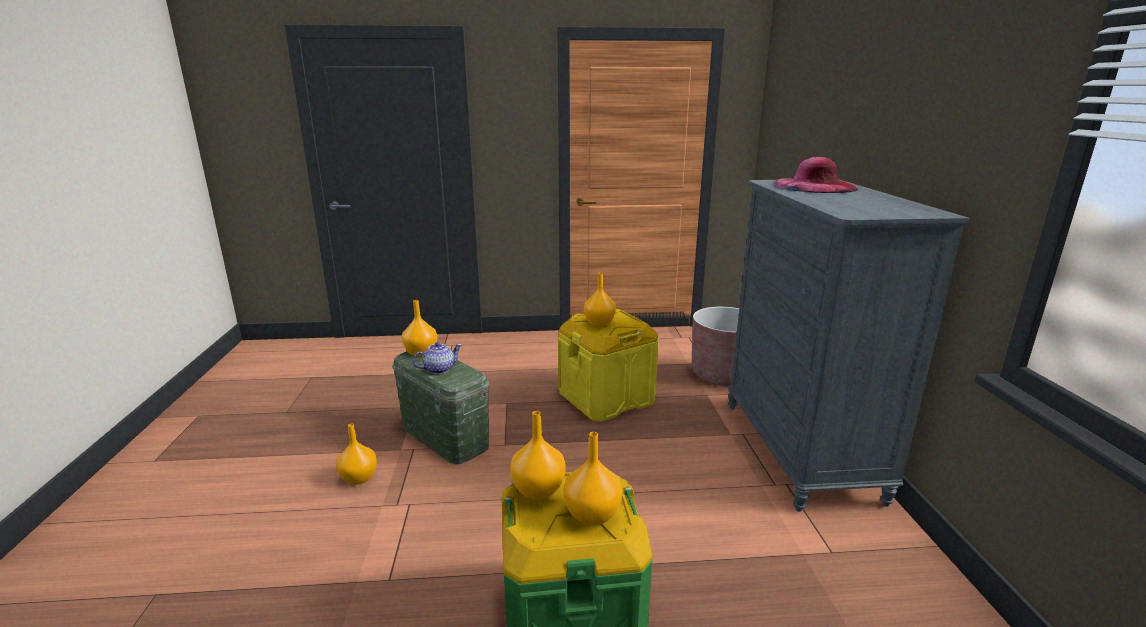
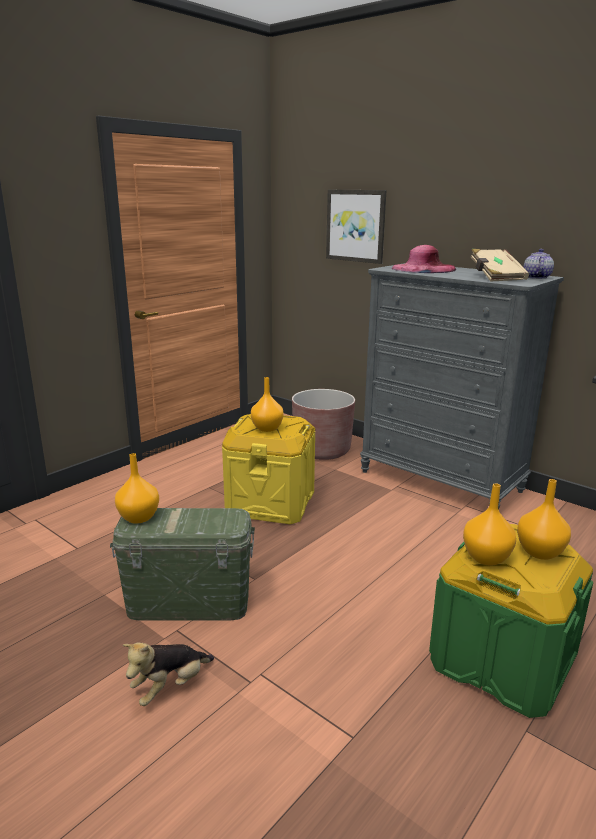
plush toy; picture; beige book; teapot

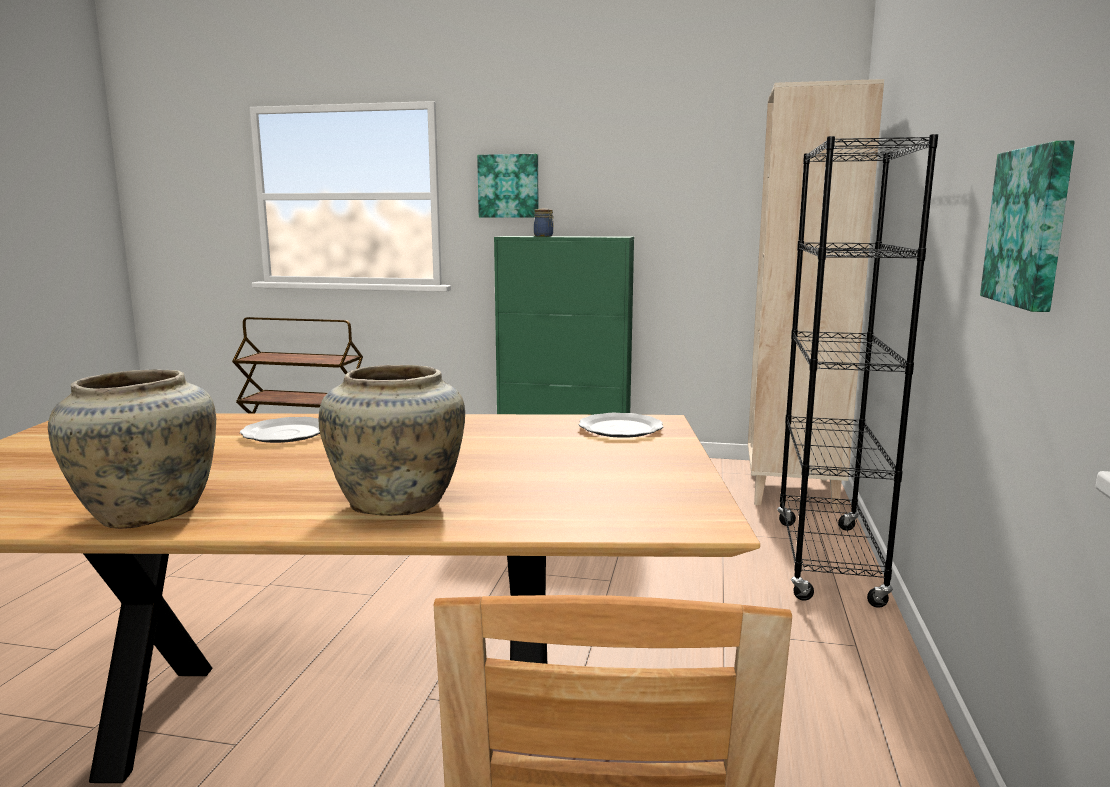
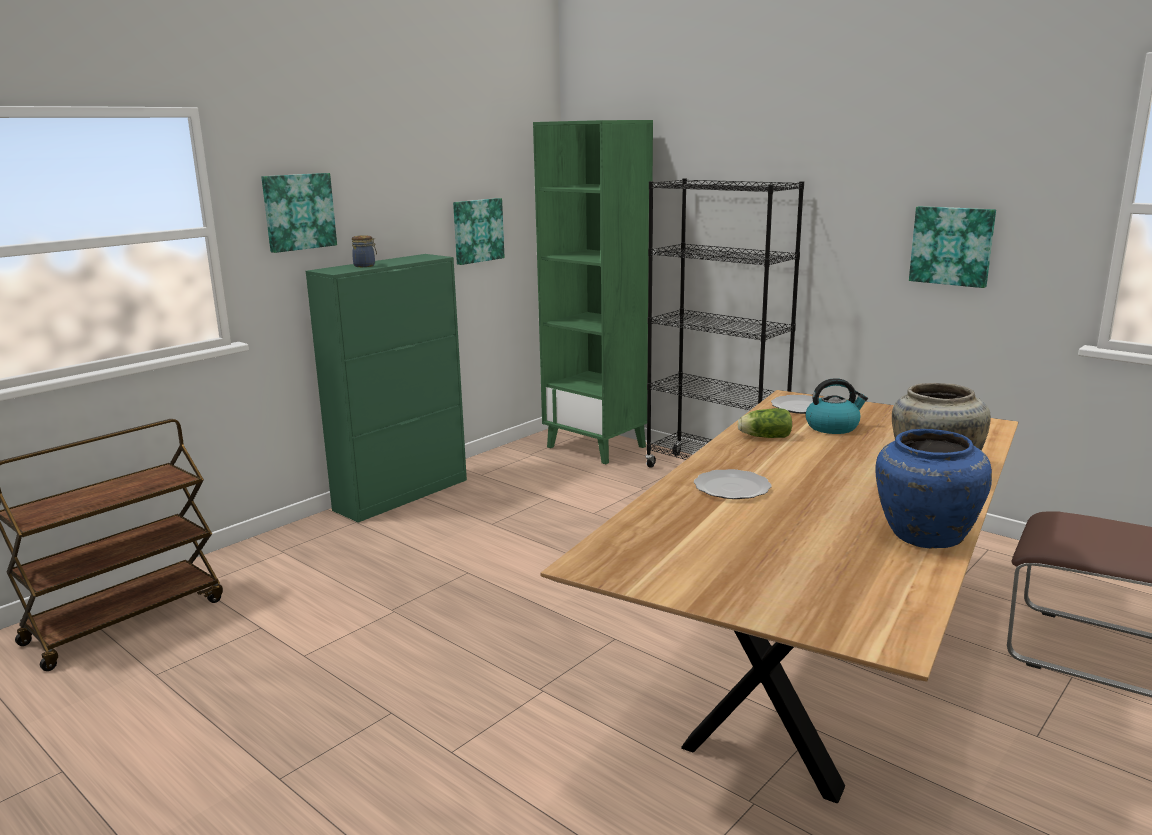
picture (no. 2 from left); green bookcase; lettuce; kettle; blue vase

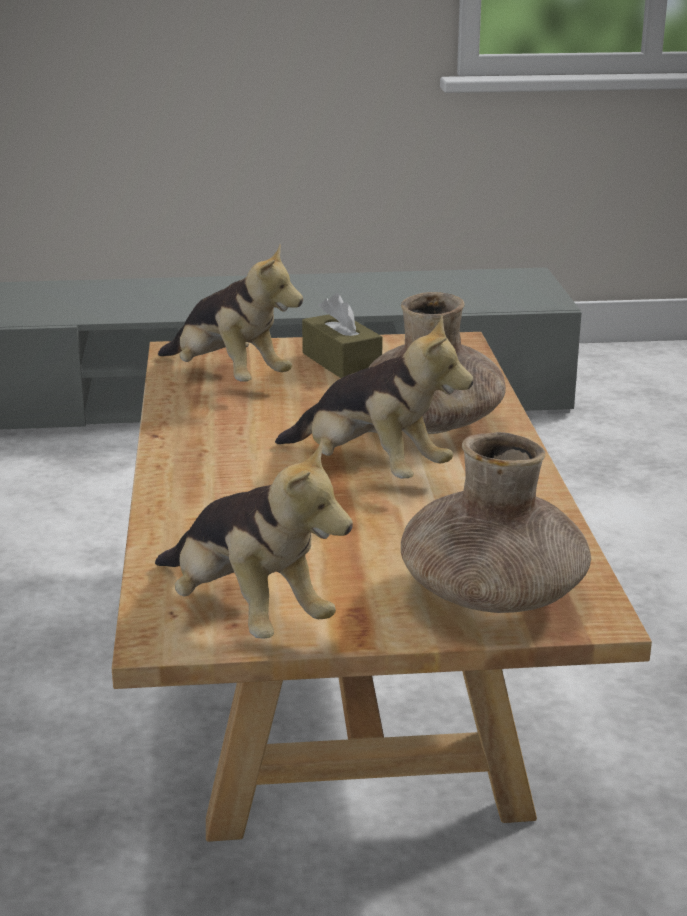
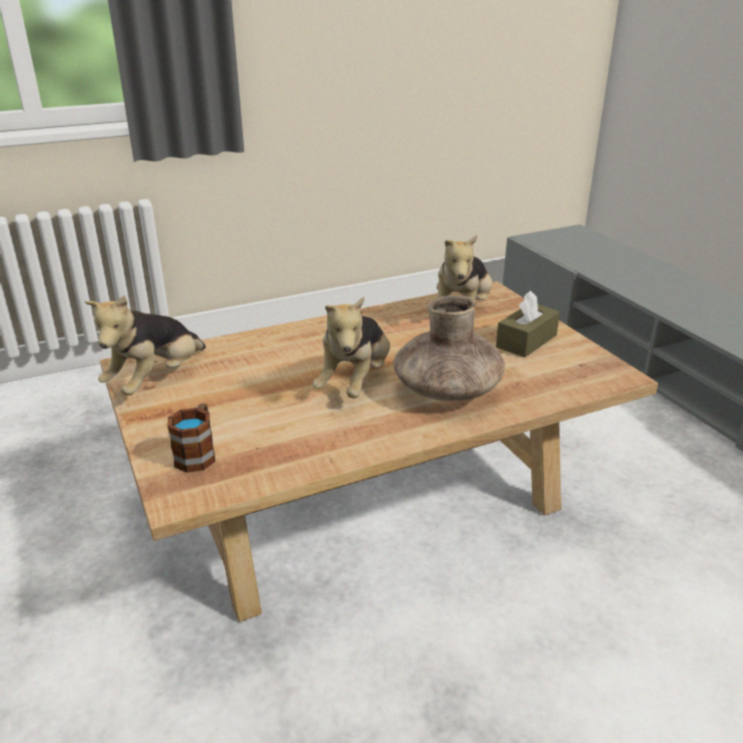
mug

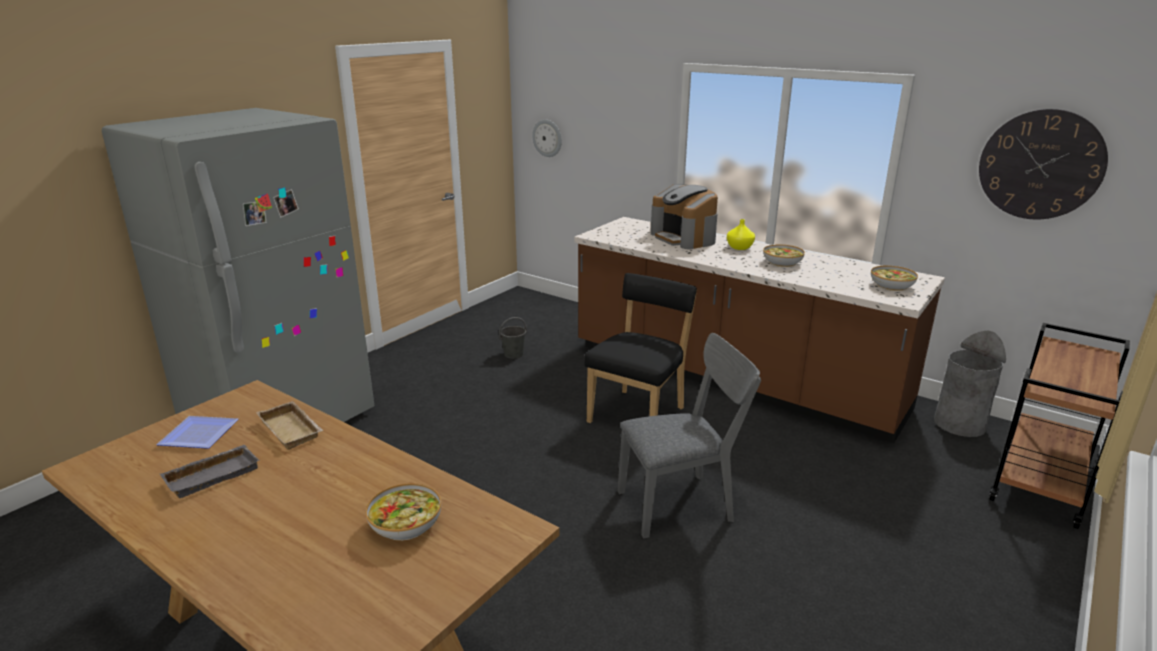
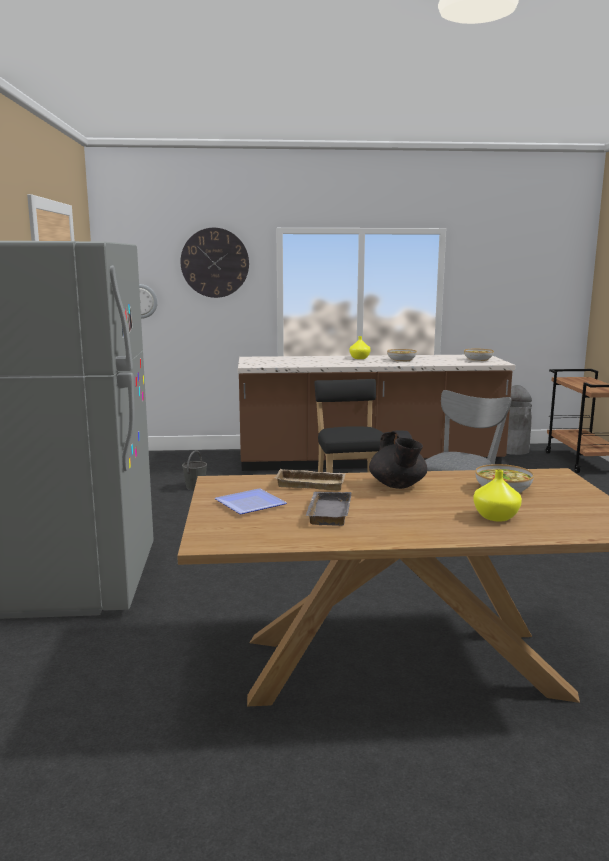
wall clock (no. 2 from left); black teapot; yellow vase (no. 2 from left); coffee machine

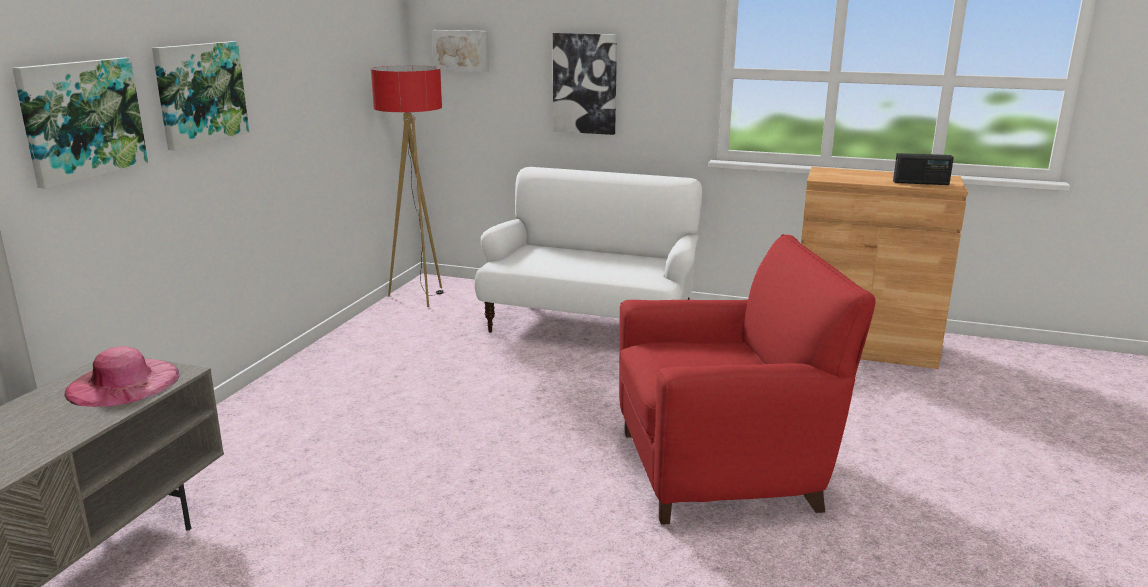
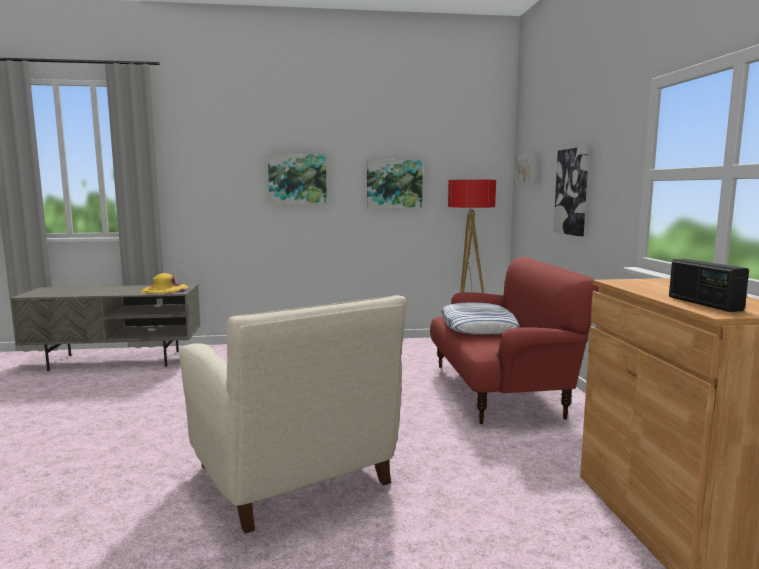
yellow hat; beige armchair; picture (no. 2 from left); red sofa; pillow

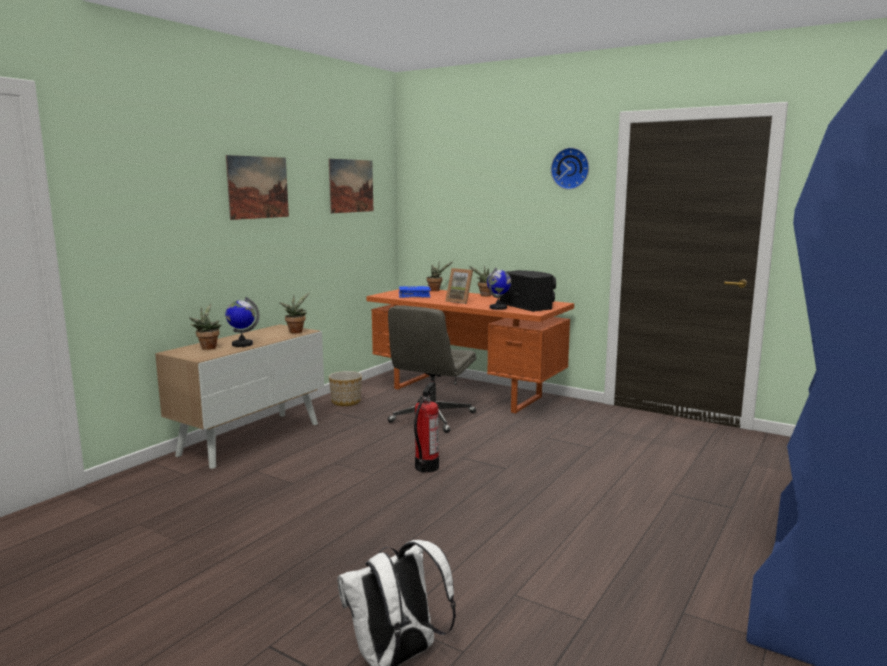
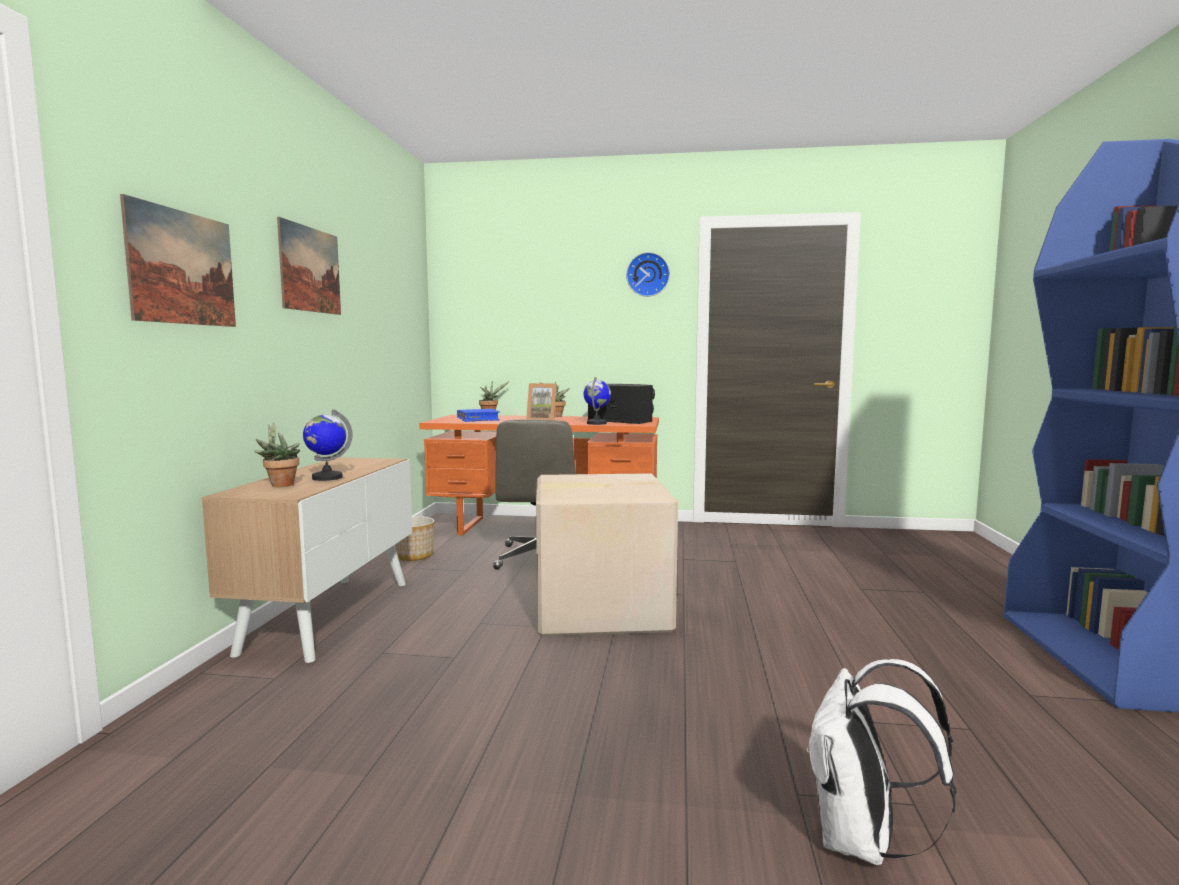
picture (no. 1 from left); cardboard box; potted plant (no. 2 from left in the first image)

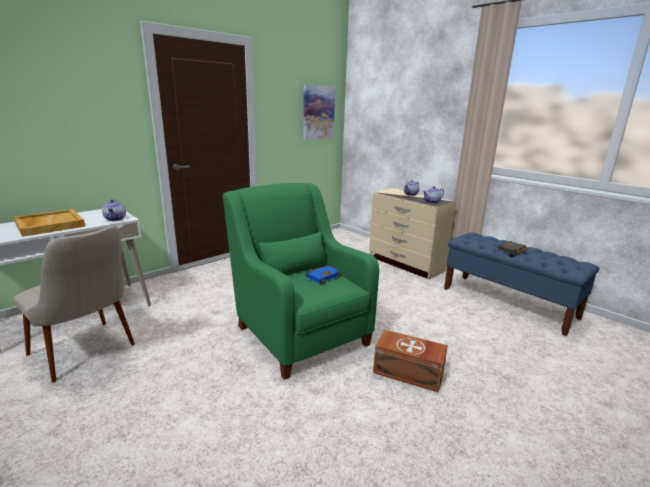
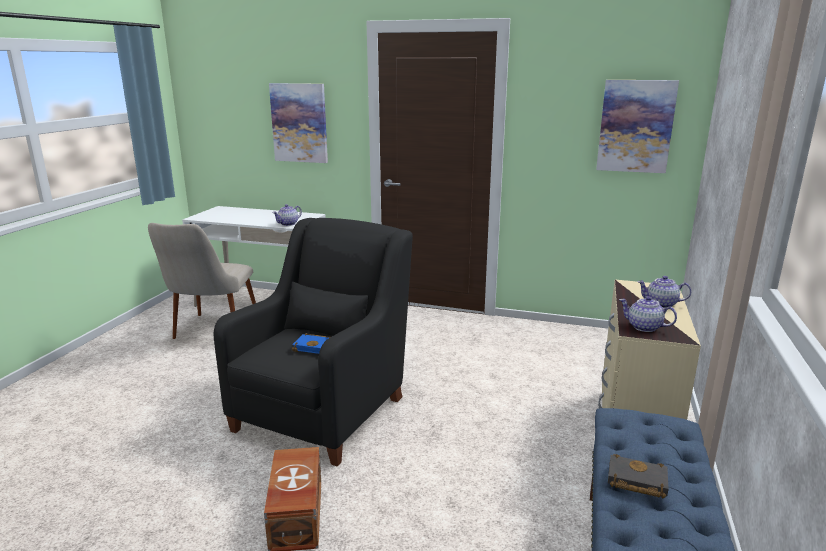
black armchair; picture (no. 1 from left); beige tray

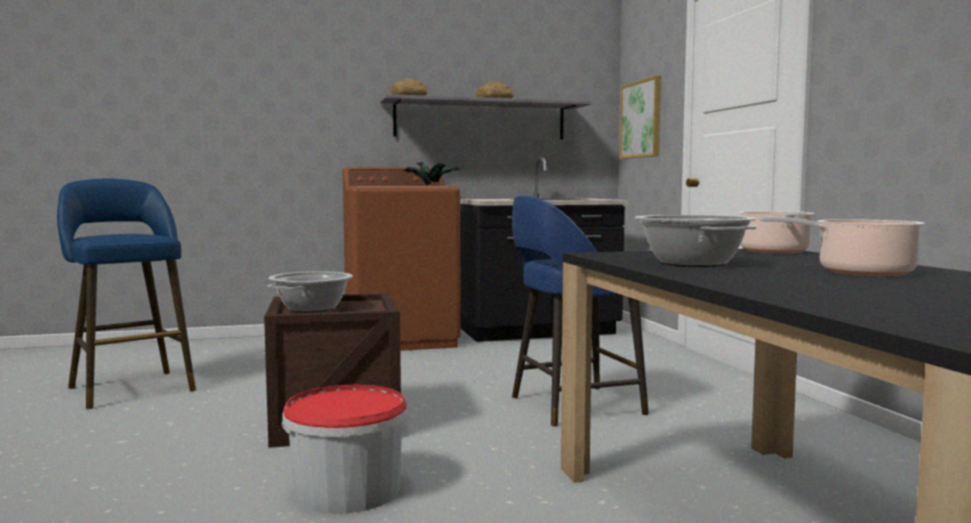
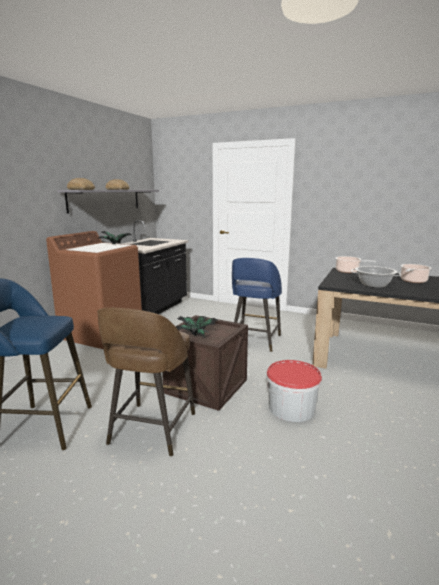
brown stool; potted plant (no. 2 from left); picture

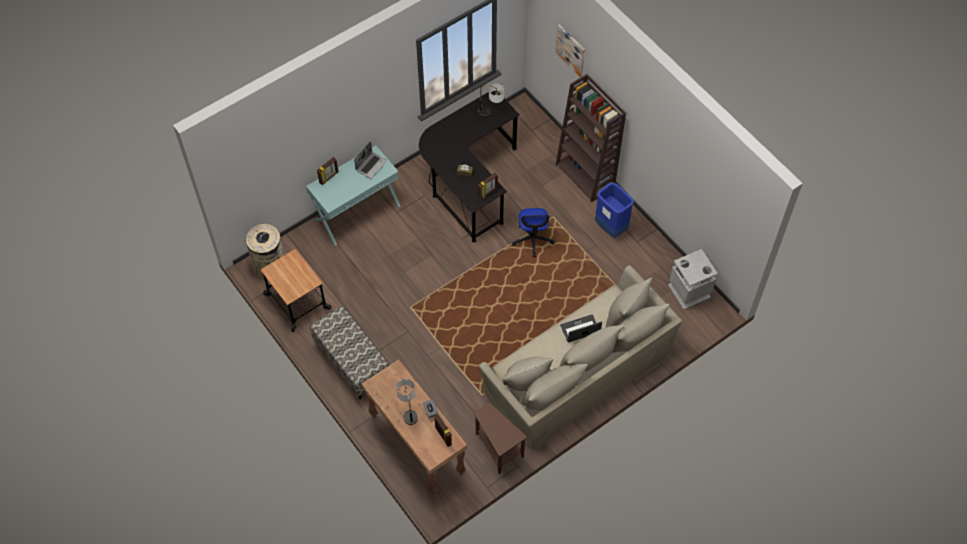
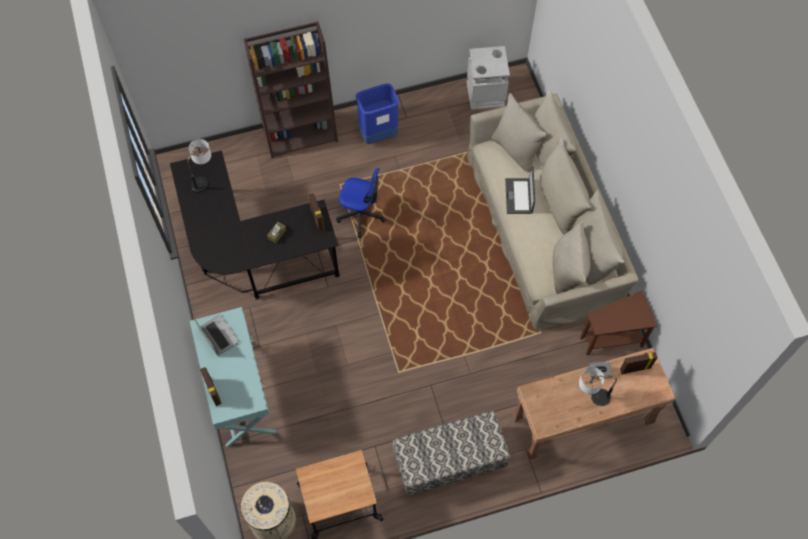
picture

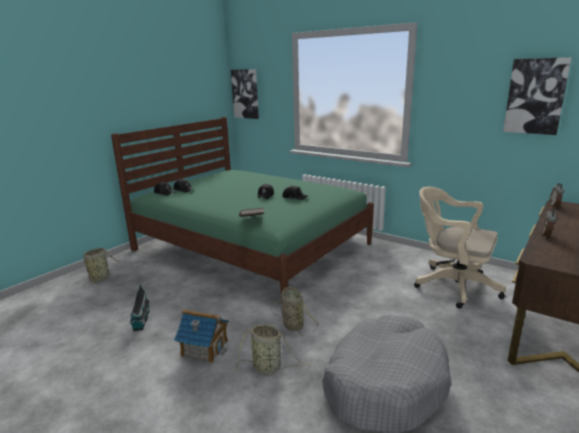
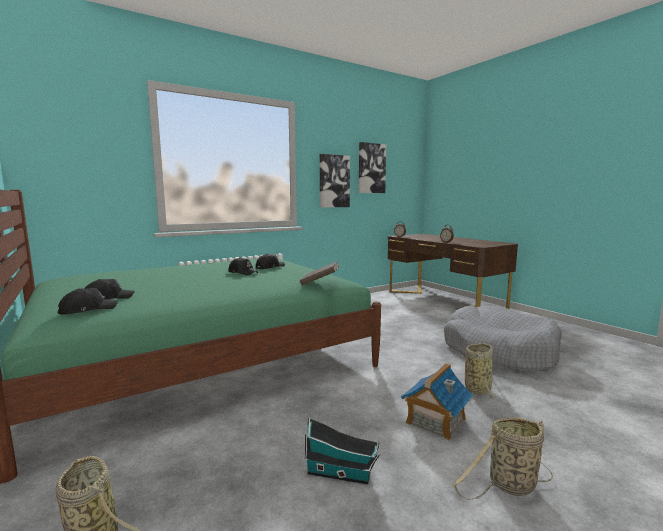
picture (no. 1 from left); basket (no. 3 from left); beige office chair

